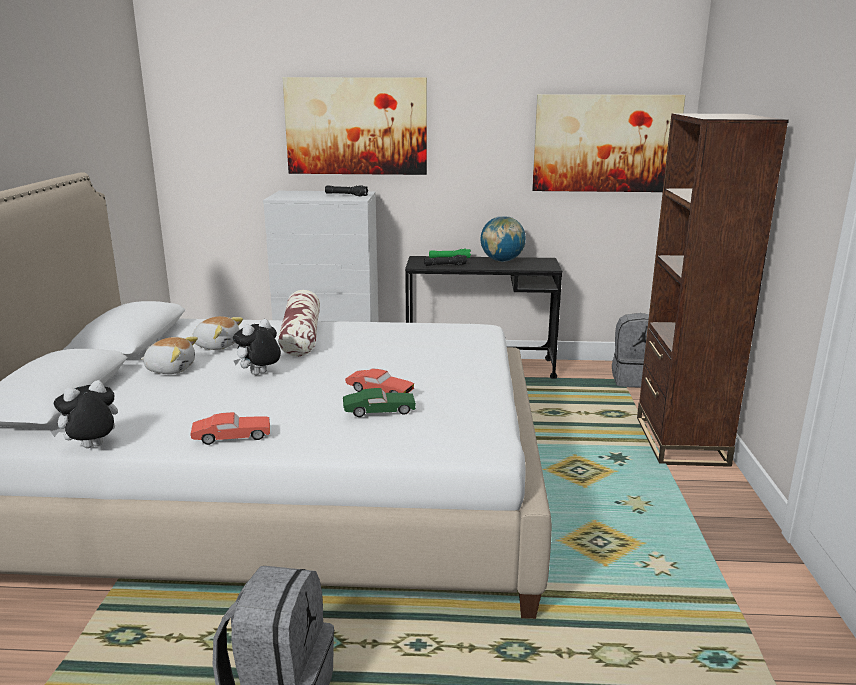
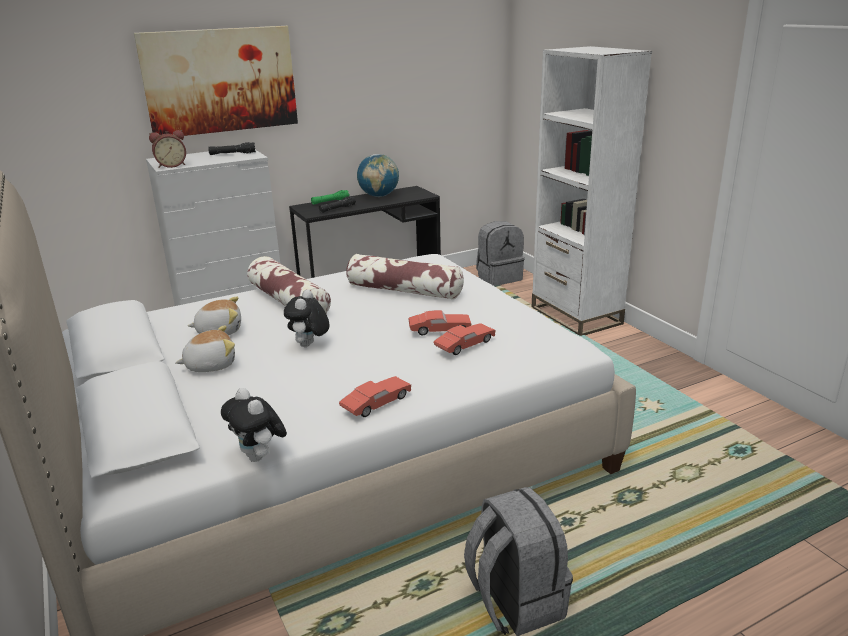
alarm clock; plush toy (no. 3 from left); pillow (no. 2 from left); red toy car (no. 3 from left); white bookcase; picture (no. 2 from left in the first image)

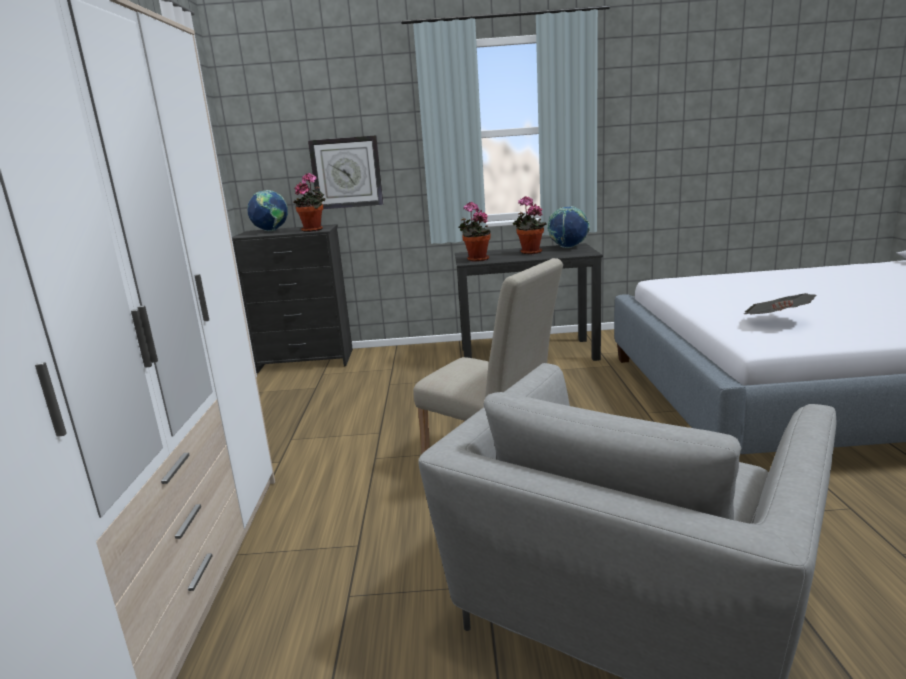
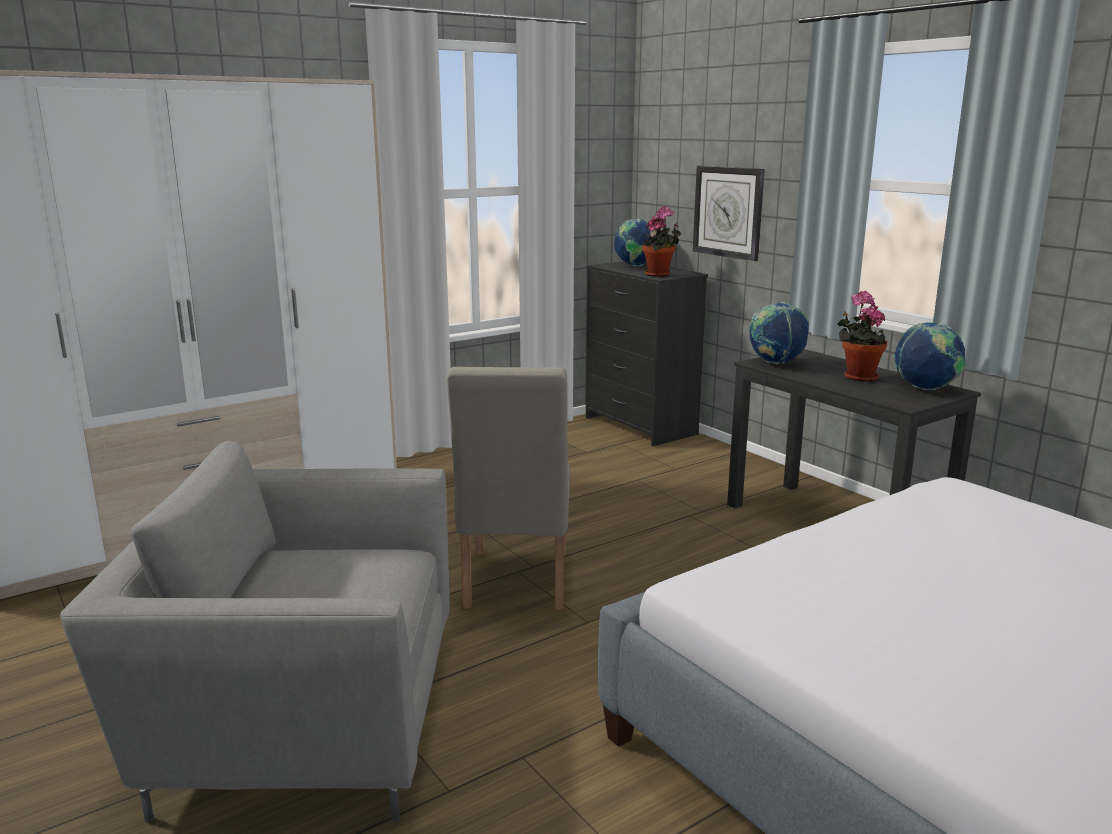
globe (no. 2 from left); newspaper

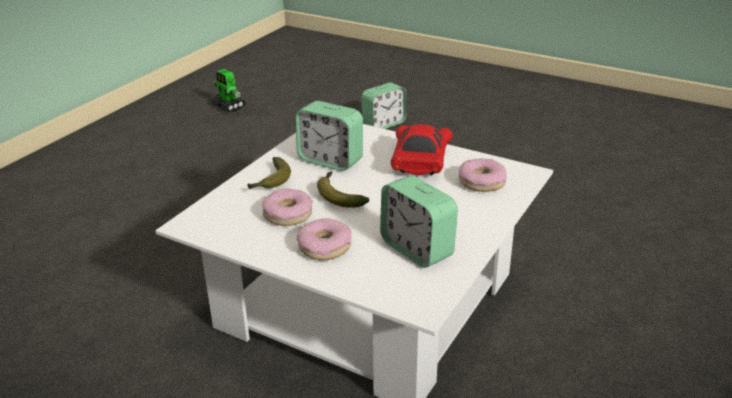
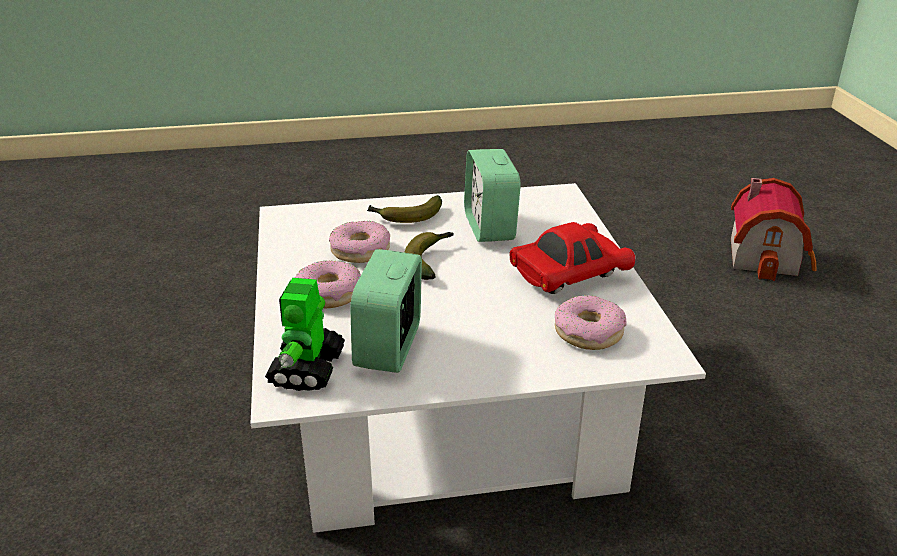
toy robot; toy house

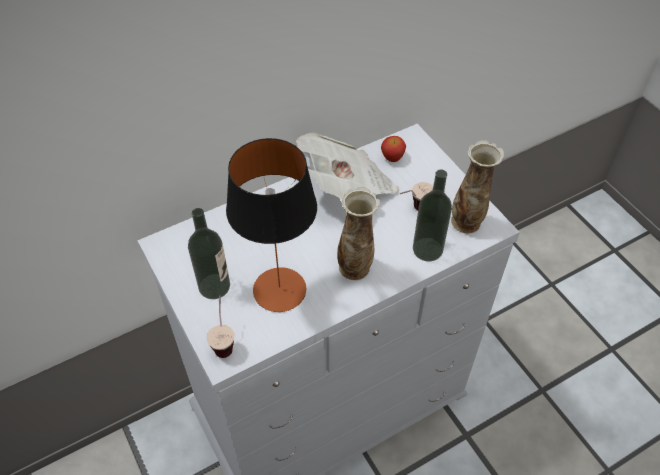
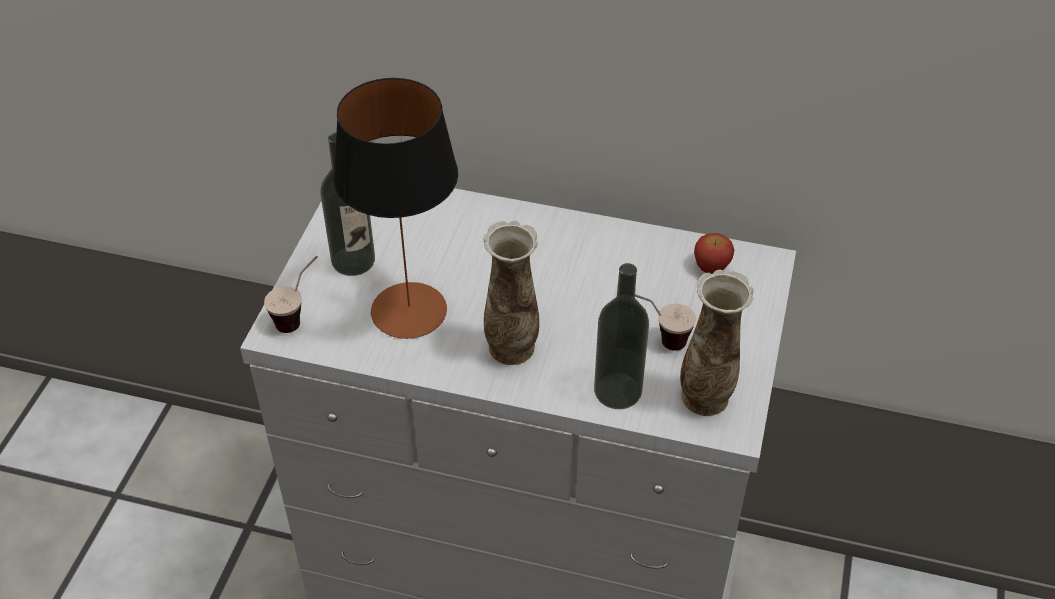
newspaper

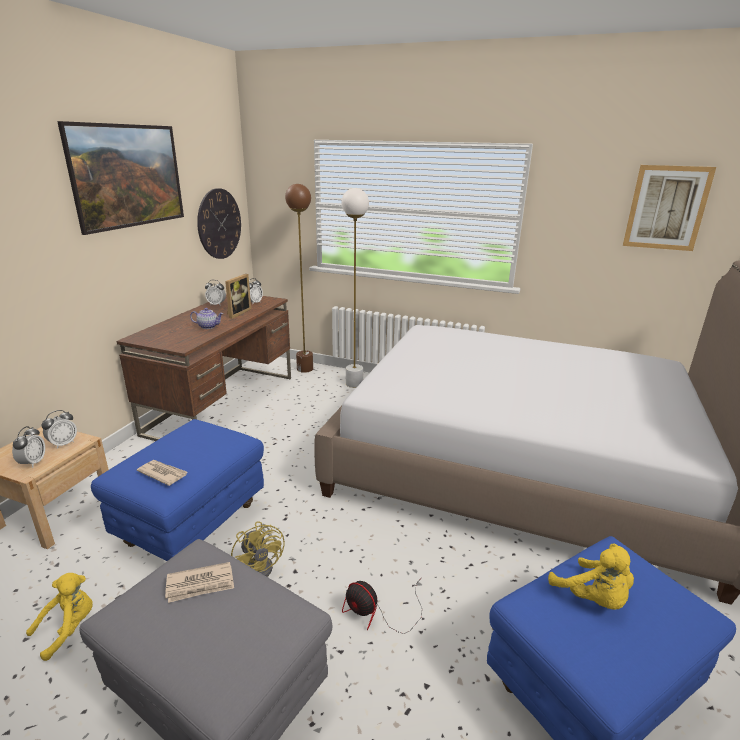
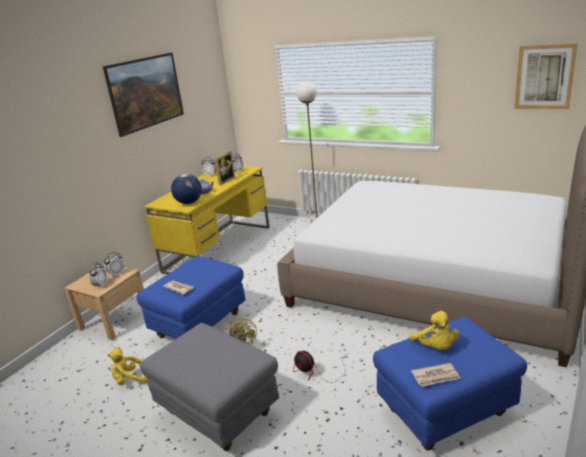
yellow plush toy (no. 1 from left); yellow desk; globe; newspaper (no. 2 from left); wall clock; brown floor lamp

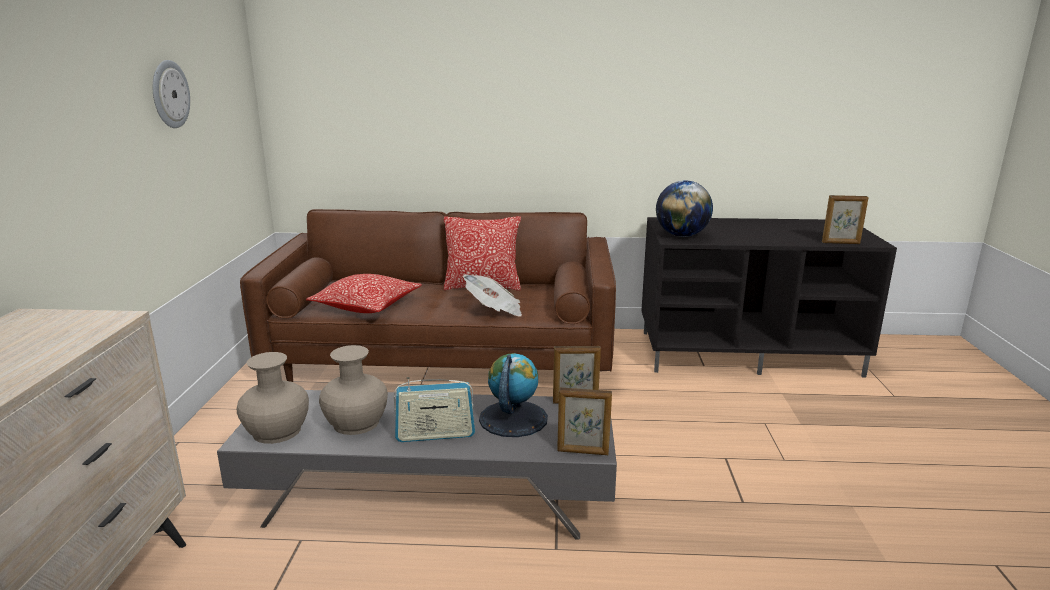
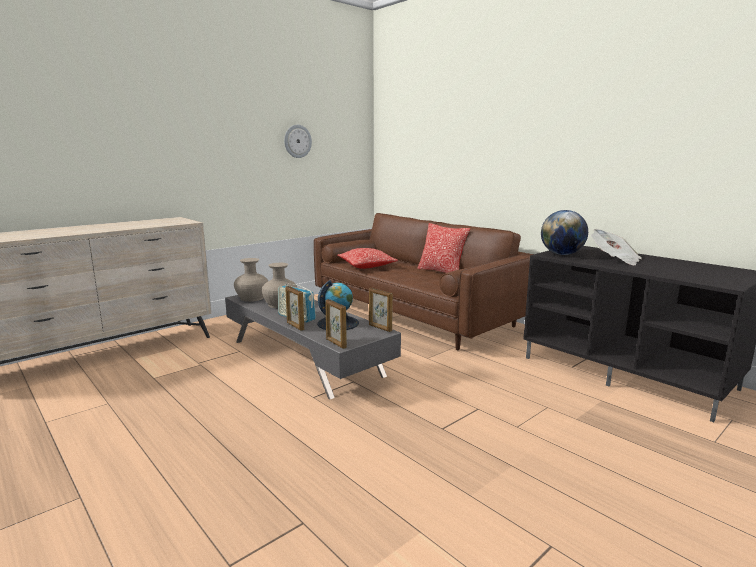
picture frame (no. 1 from left); newspaper

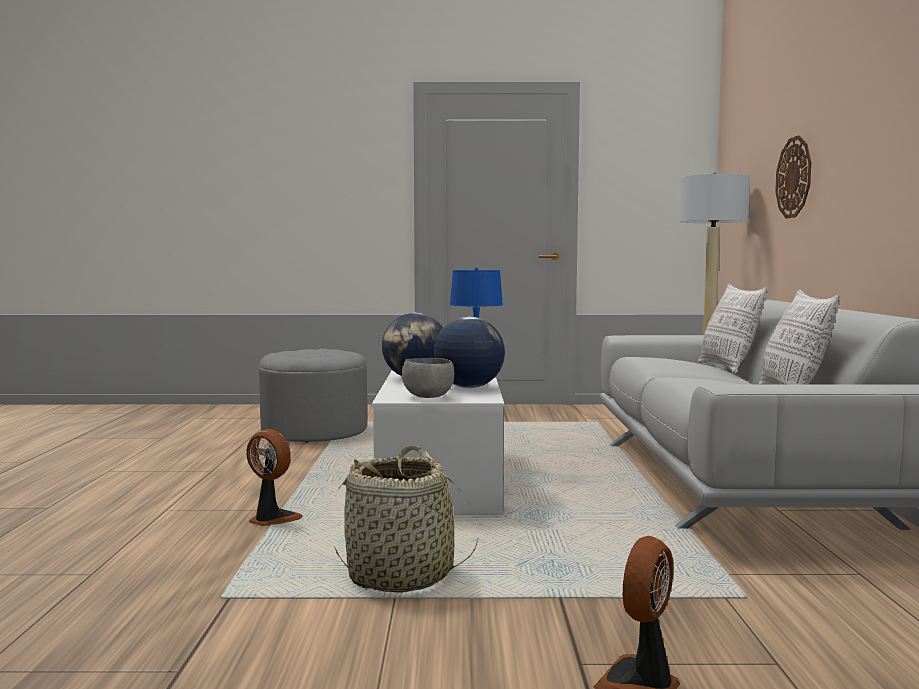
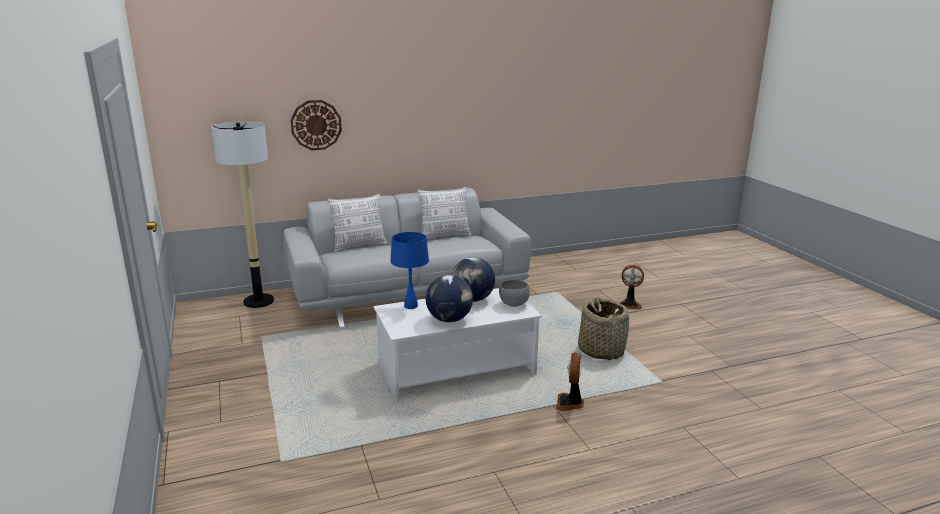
grey ottoman

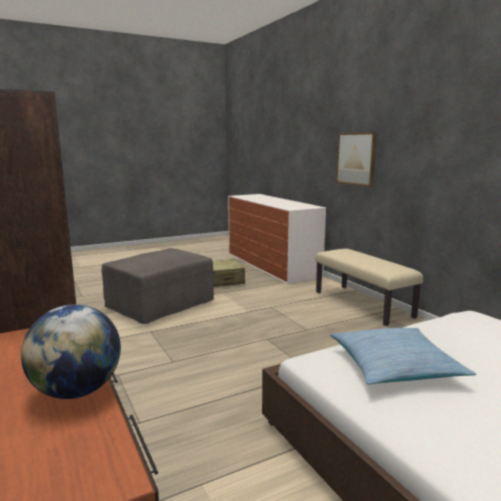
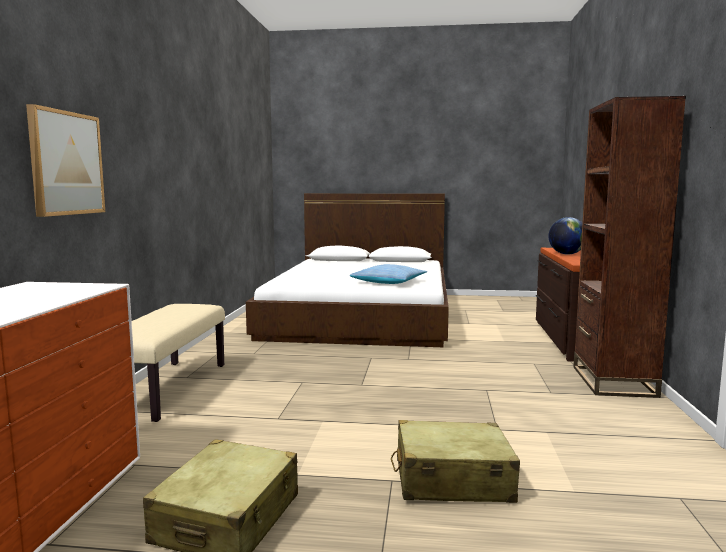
beige suitcase (no. 2 from left)

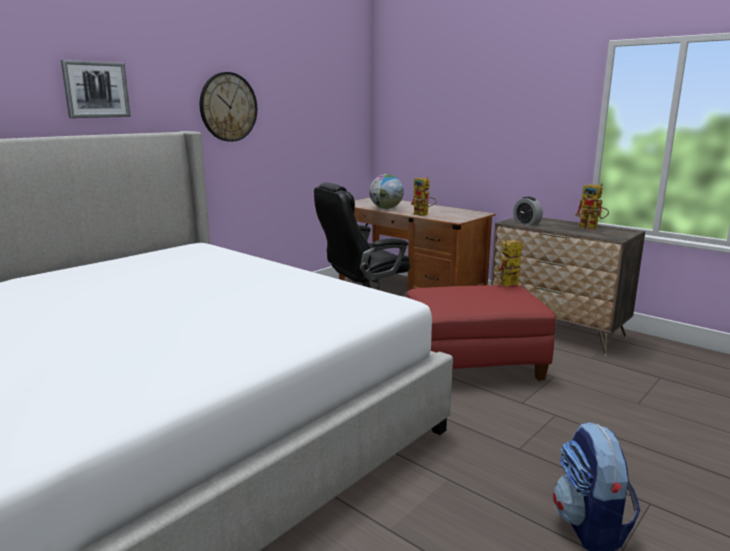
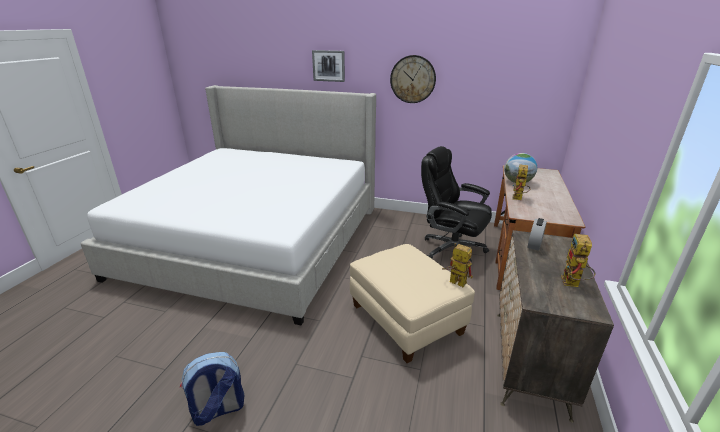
beige ottoman

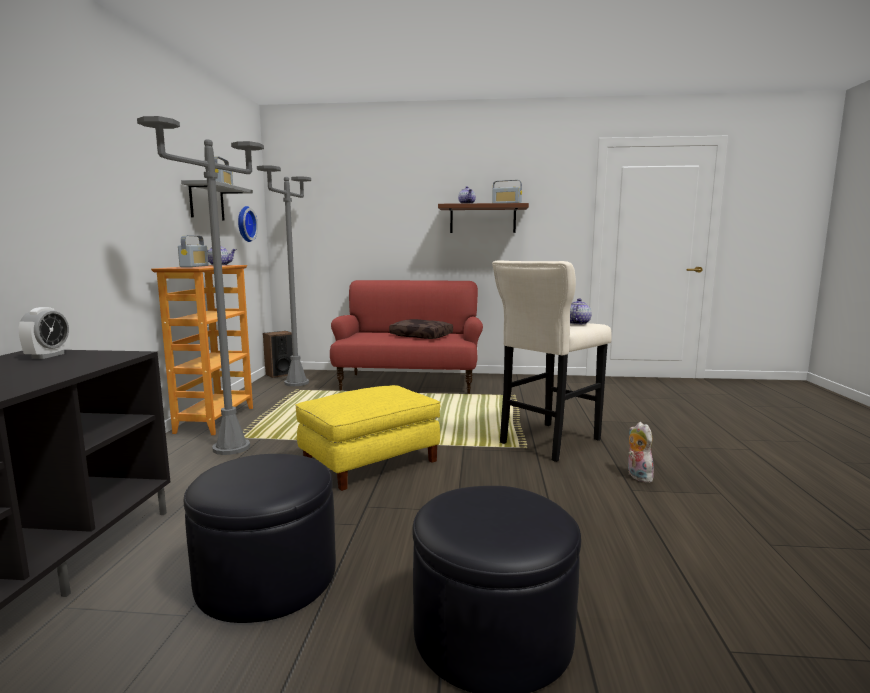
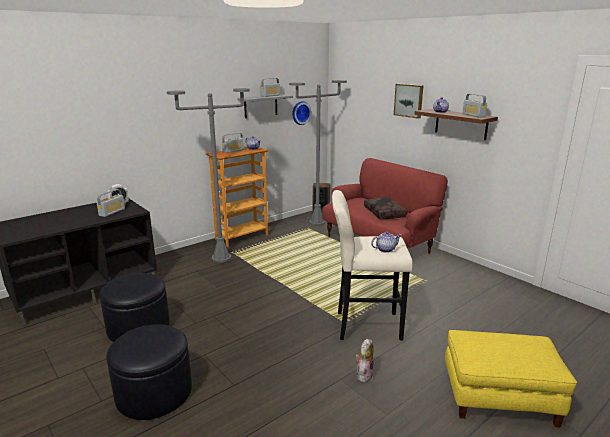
radio (no. 1 from left); picture; yellow ottoman

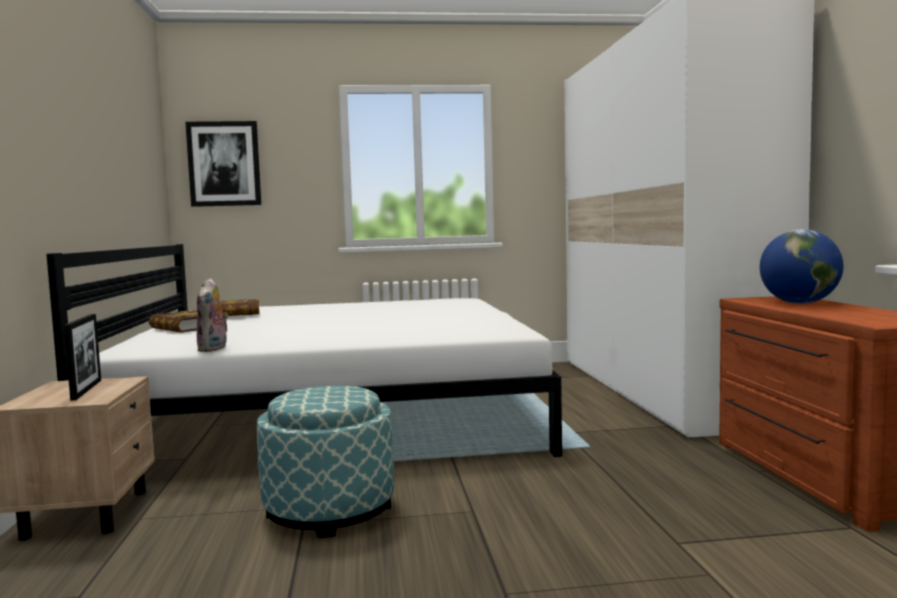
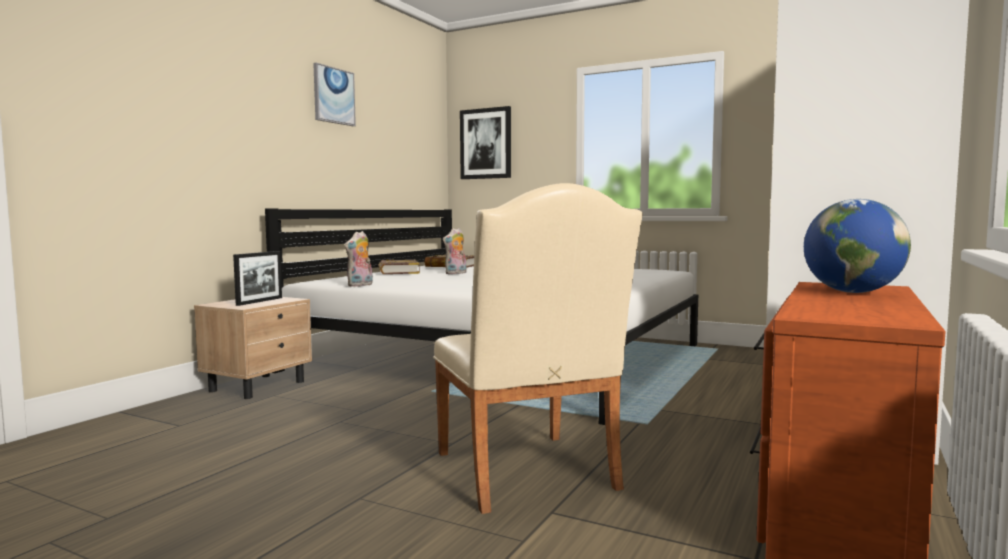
picture (no. 1 from left); beige chair; plush toy (no. 2 from left); ottoman

